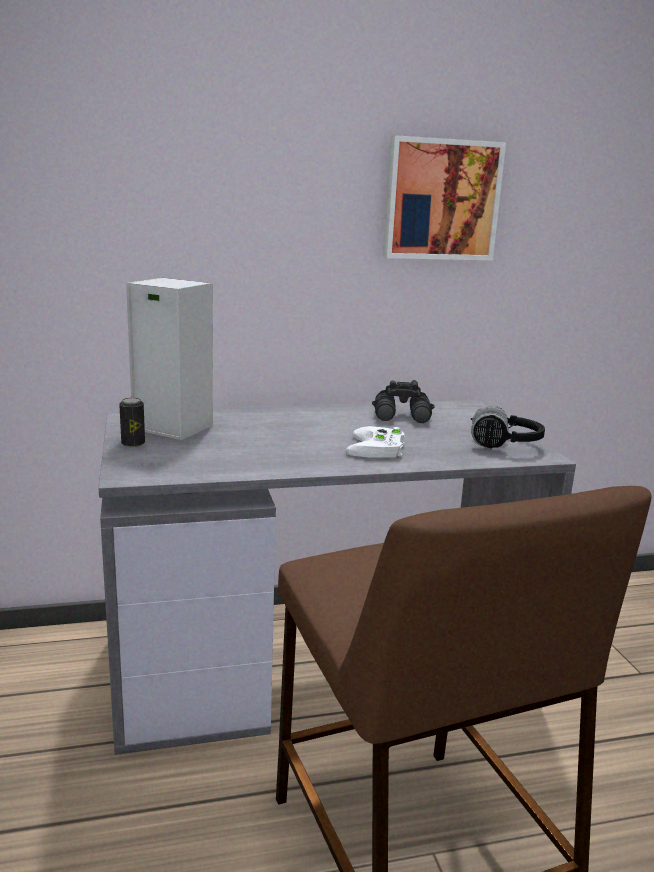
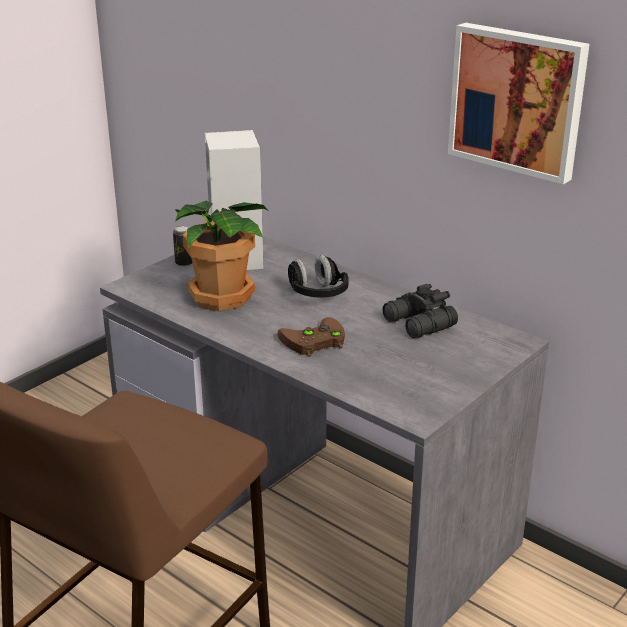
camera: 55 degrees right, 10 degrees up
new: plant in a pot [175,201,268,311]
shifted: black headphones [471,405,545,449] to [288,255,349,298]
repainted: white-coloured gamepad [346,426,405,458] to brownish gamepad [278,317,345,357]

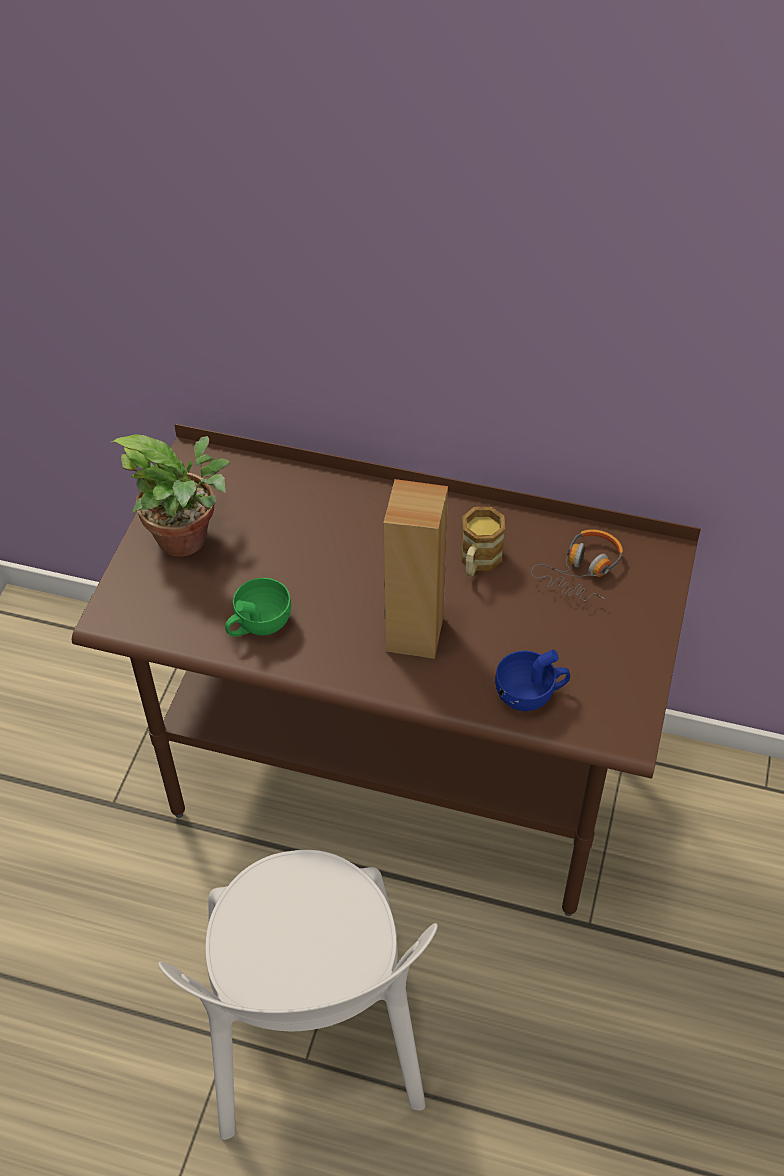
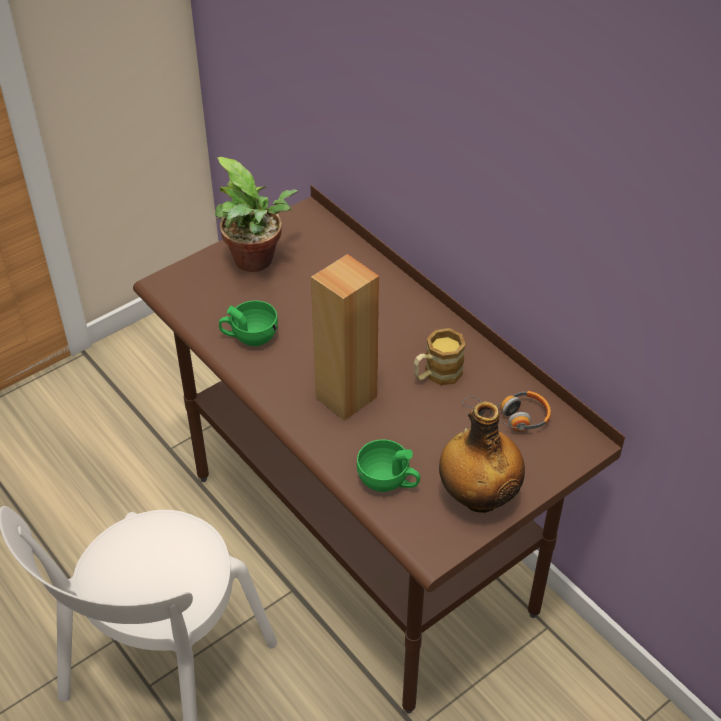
camera: 35 degrees right, 5 degrees down
new: bottle [439,401,525,513]
repainted: blue-coloured small cup [495,649,570,711] to green-coloured small cup [357,439,420,492]

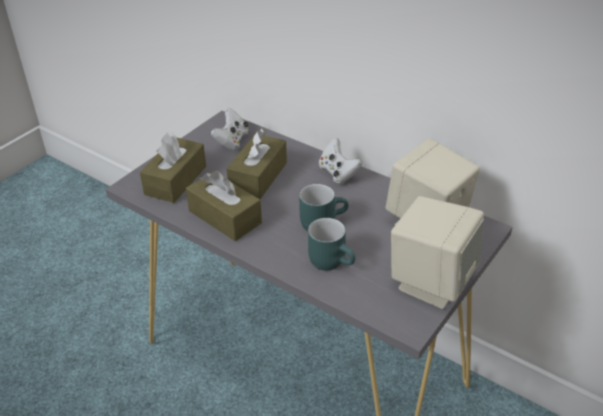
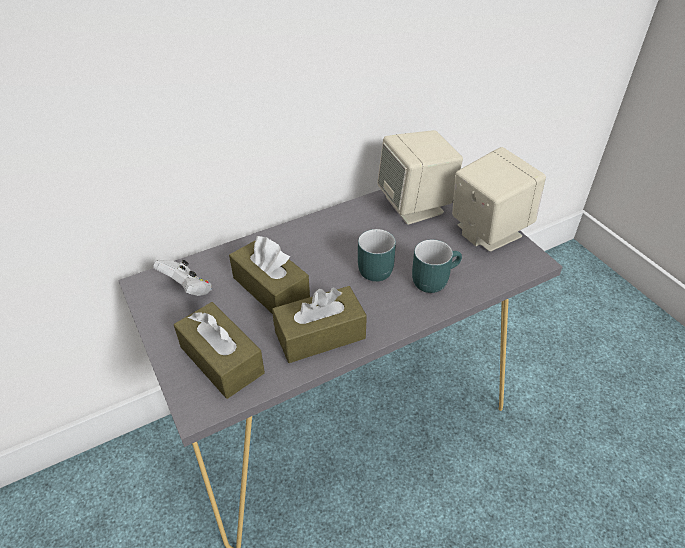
camera: 65 degrees left, 5 degrees up
gone: white-coloured gamepad [319,138,363,184]

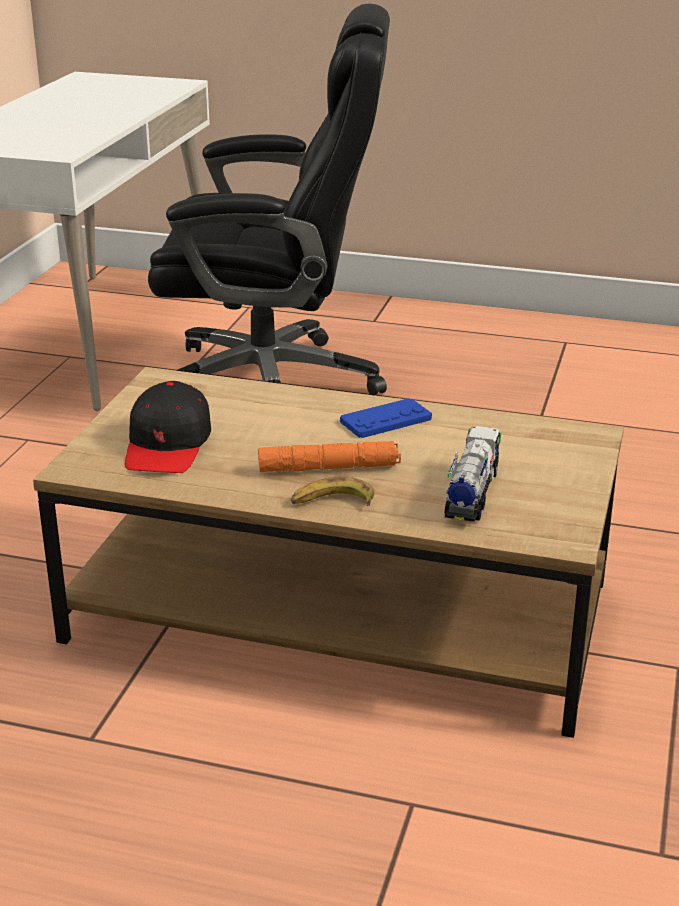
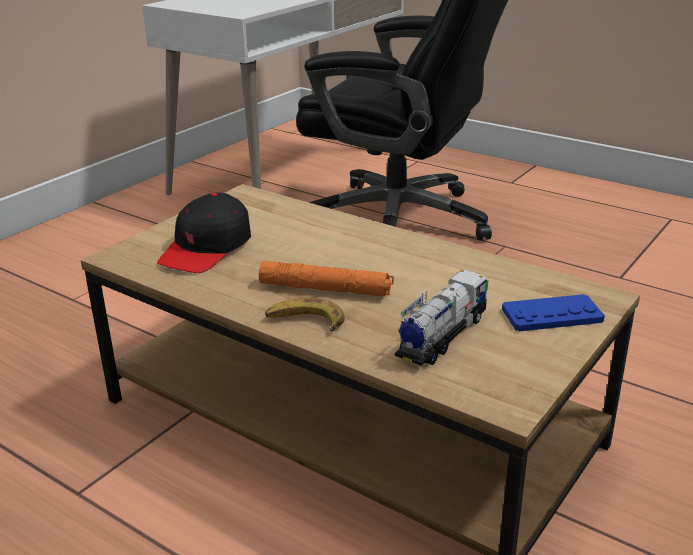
camera: 20 degrees right, 0 degrees up
shifted: blue-coloured gamepad [340,398,432,438] to [502,294,605,331]

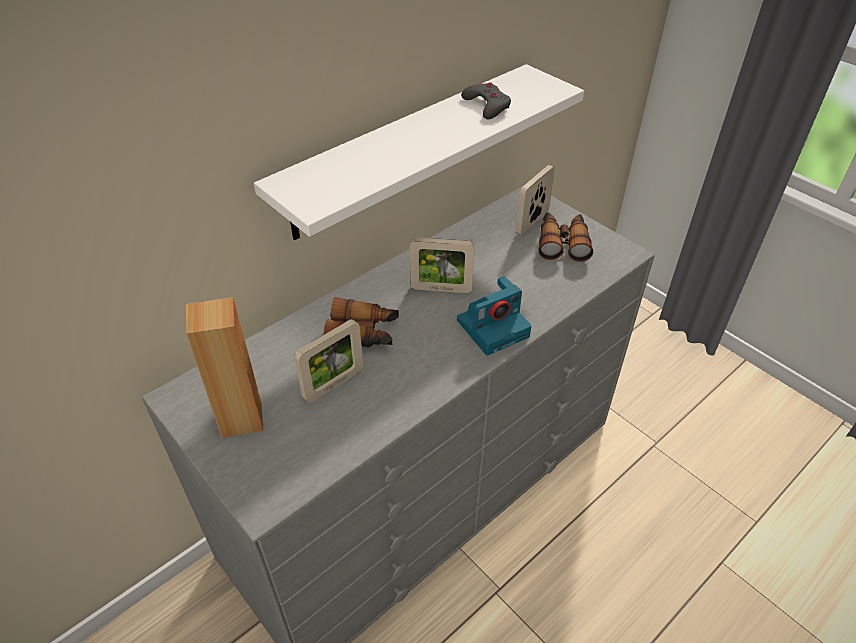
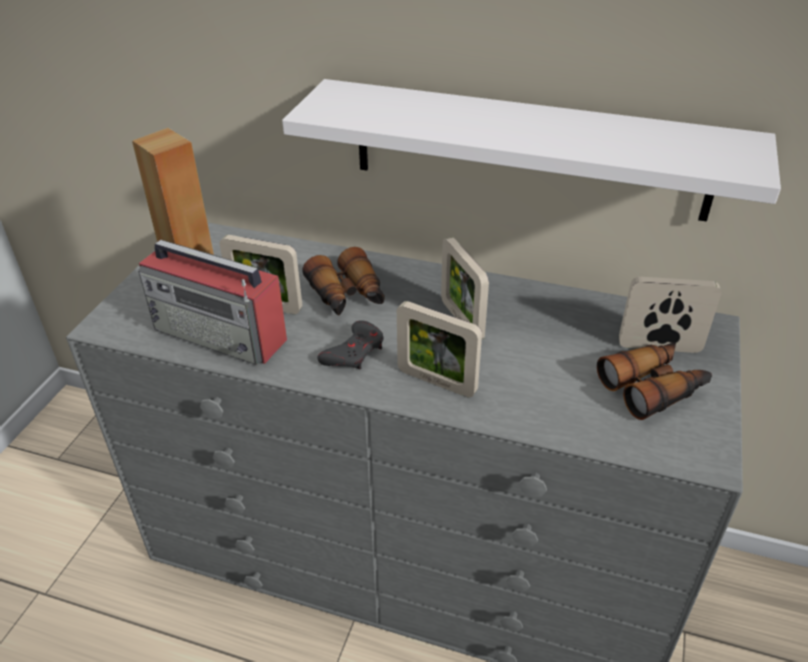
camera: 60 degrees right, 5 degrees down
new: radio receiver [138,240,287,365]
shifted: greyish gamepad [461,82,511,119] to [317,320,384,369]
swapped: still camera [457,276,532,356] to photo frame [397,301,482,397]

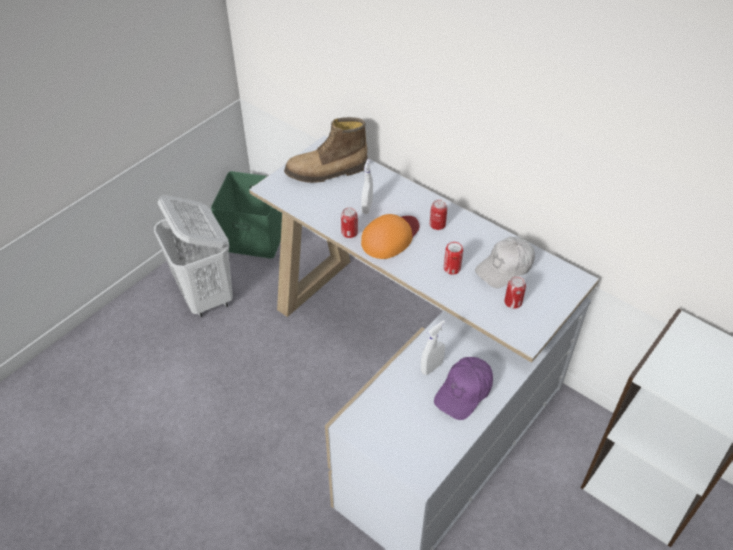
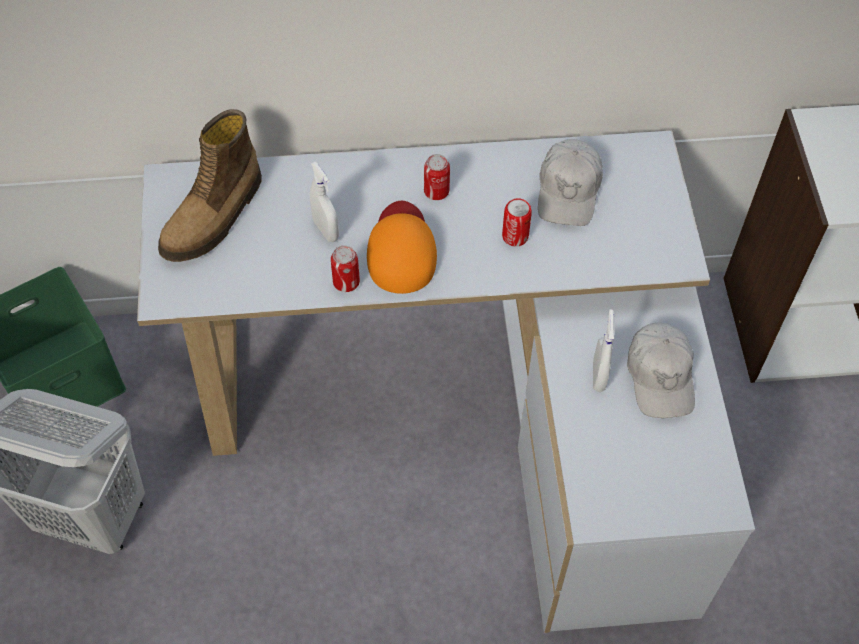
camera: 45 degrees left, 10 degrees up
gone: sealed can [504,276,526,309]
repainted: purple-coloured cap [434,357,493,420] to white-coloured cap [627,323,695,418]

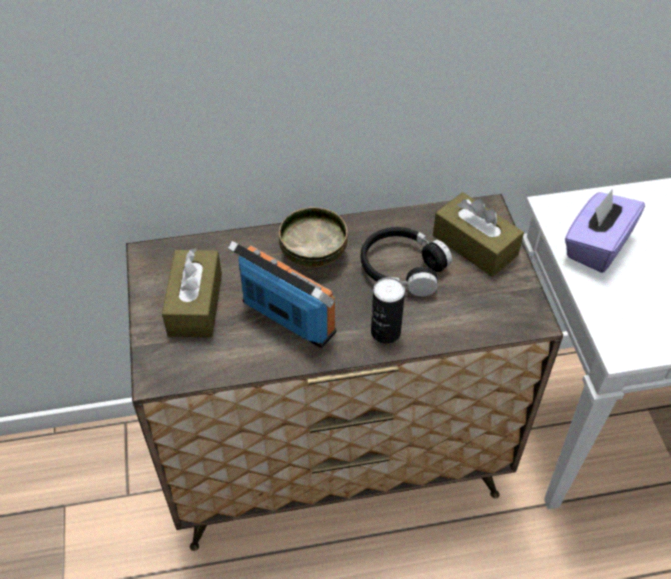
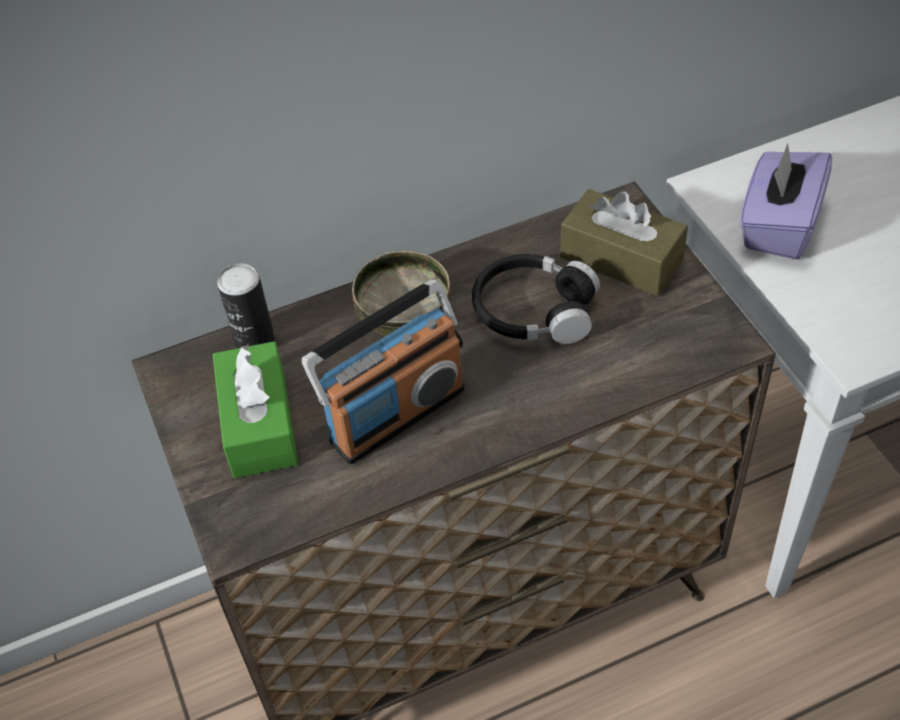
camera: 10 degrees left, 0 degrees up
shifted: sealed can [371,277,405,344] to [217,263,275,348]
repainted: brownish box of tissues [162,248,222,338] to green-coloured box of tissues [212,341,298,478]
rotated: radio receiver [228,241,336,348] = [302,279,465,464] 120 degrees clockwise

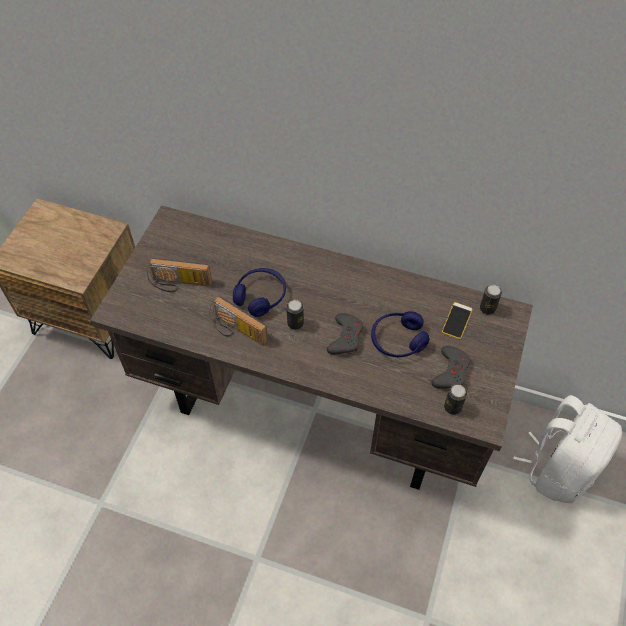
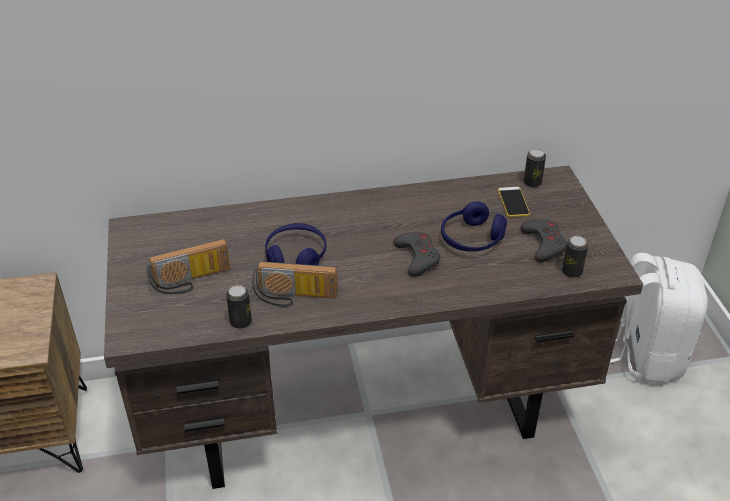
camera: 30 degrees left, 15 degrees down
shifted: sealed can [286,300,304,330] to [226,285,252,329]

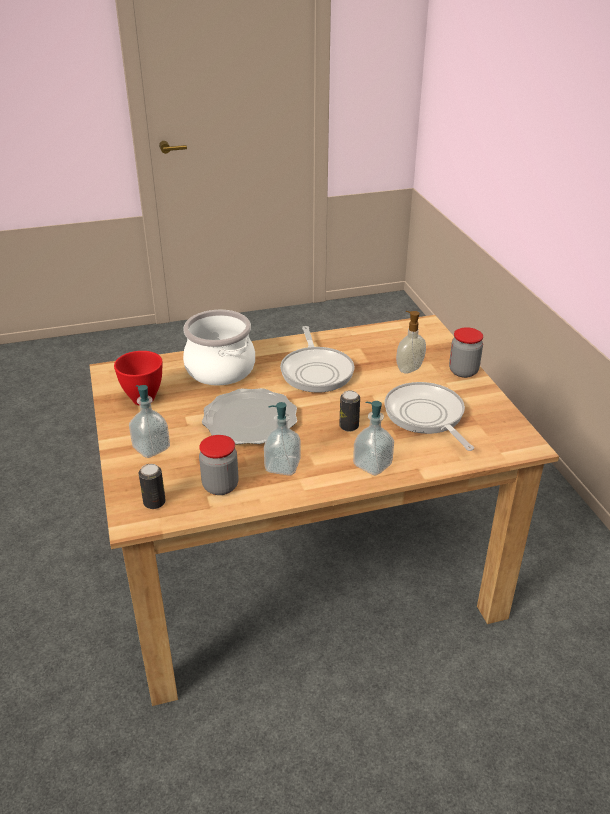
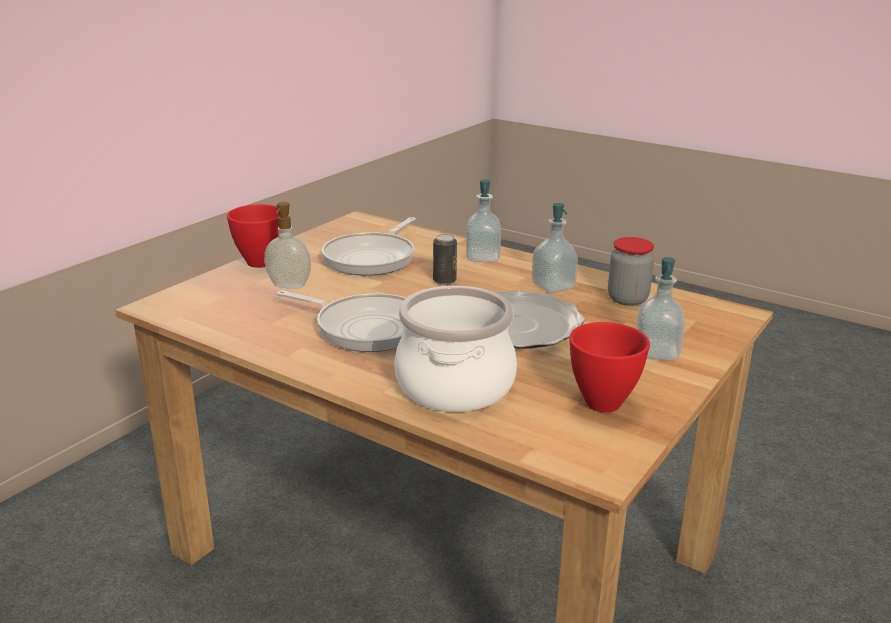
camera: 130 degrees left, 10 degrees down
gone: sealed can [139,464,166,509]
swapped: storage jar [449,327,483,378] to red serving bowl [227,204,280,268]
rotated: frying pan [280,326,355,393] = [276,290,406,352] 75 degrees clockwise

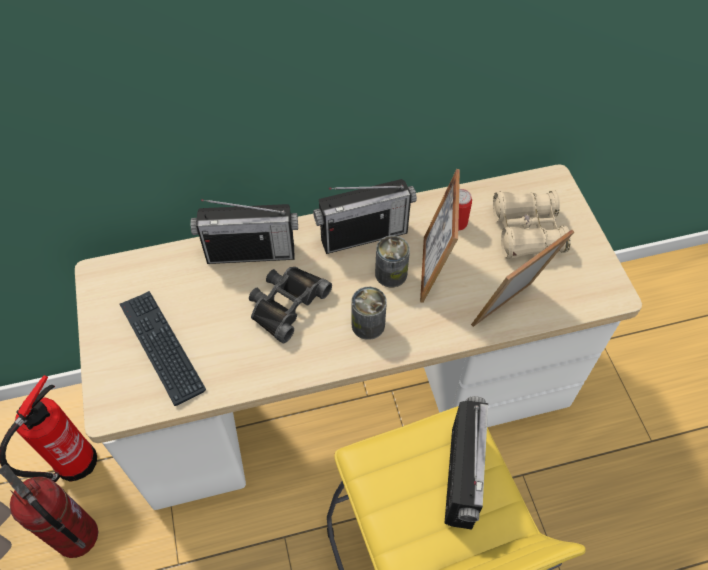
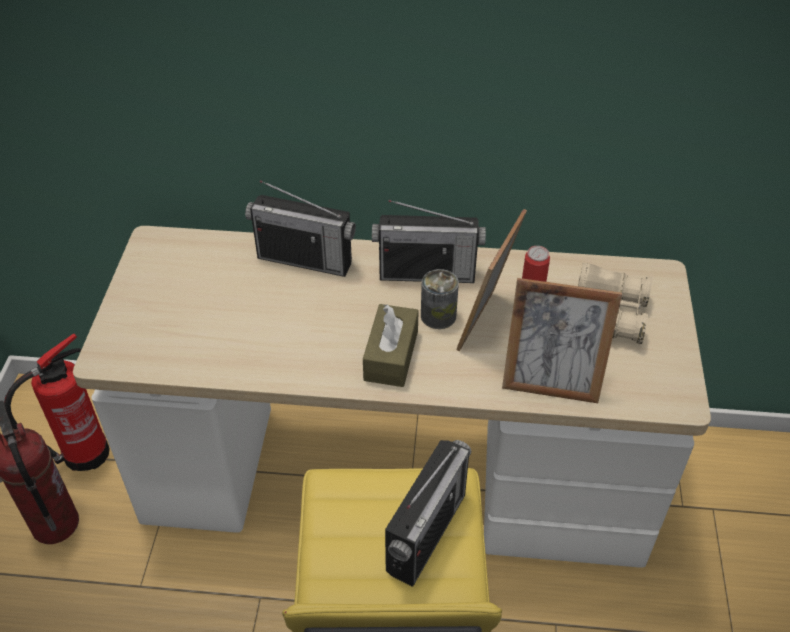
camera: 20 degrees right, 10 degrees down
gone: black pair of binoculars [249,267,332,343]; computer keyboard [119,291,206,406]
swapped: sealed can [351,287,387,340] to brownish box of tissues [363,304,419,387]
rotated: photo frame [471,230,574,327] = [502,278,622,403] 150 degrees counterclockwise

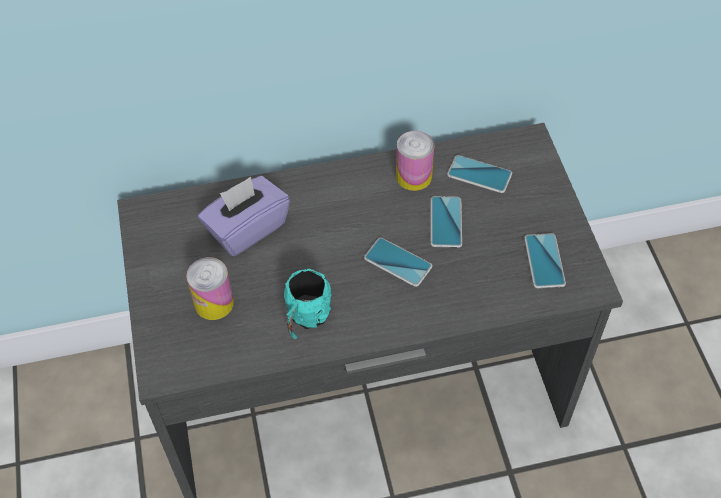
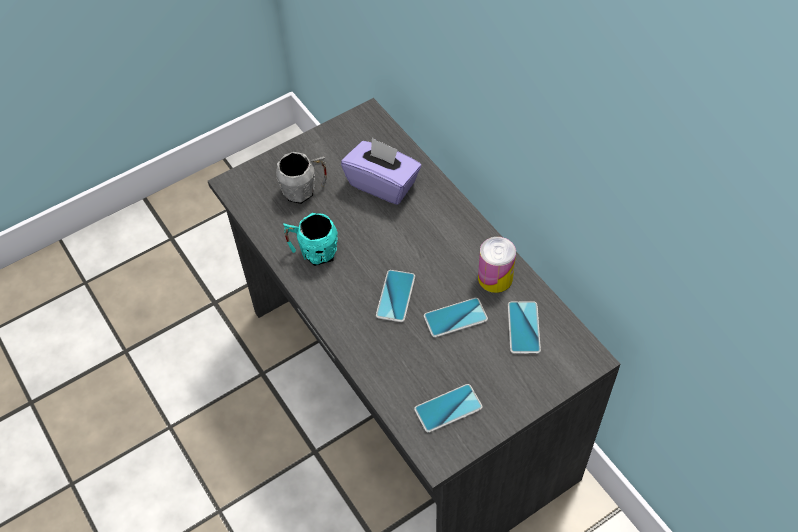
camera: 70 degrees right, 0 degrees up
swapped: sealed can [186,257,234,320] to greyish tea mug [276,152,327,204]

